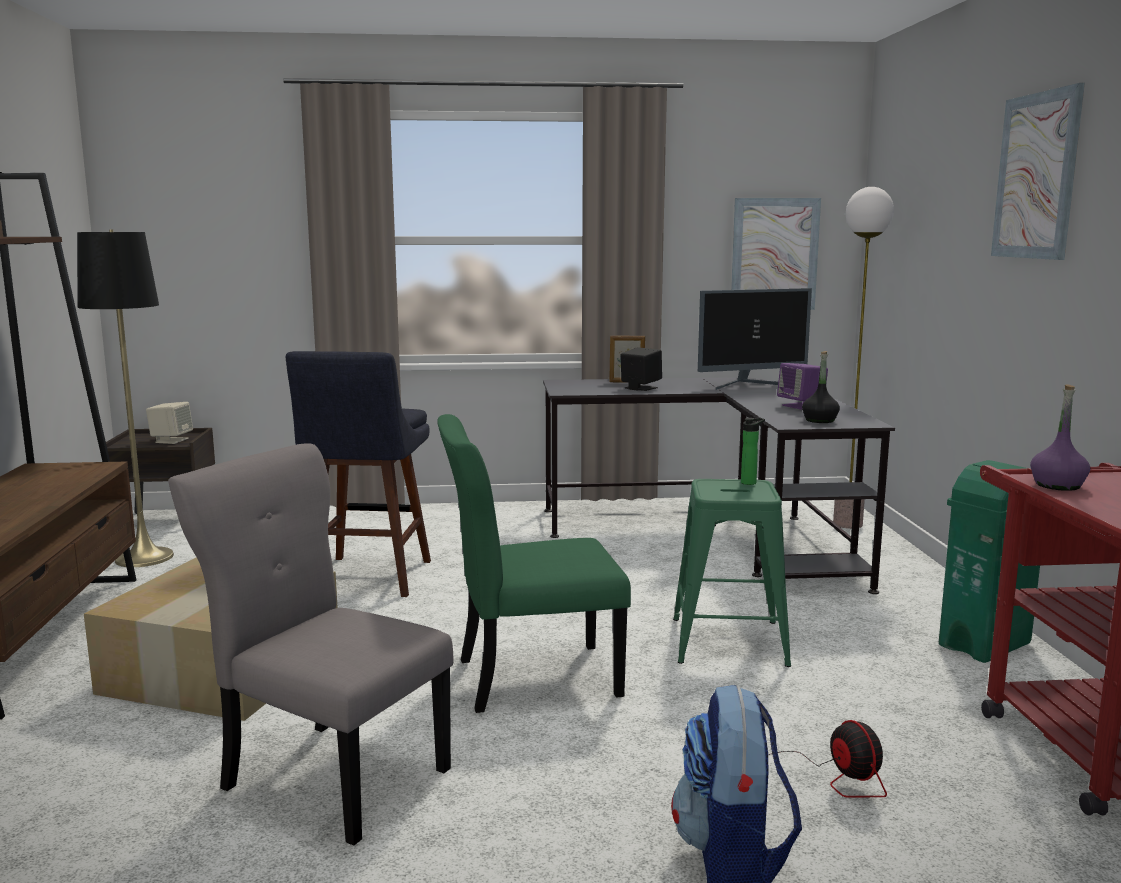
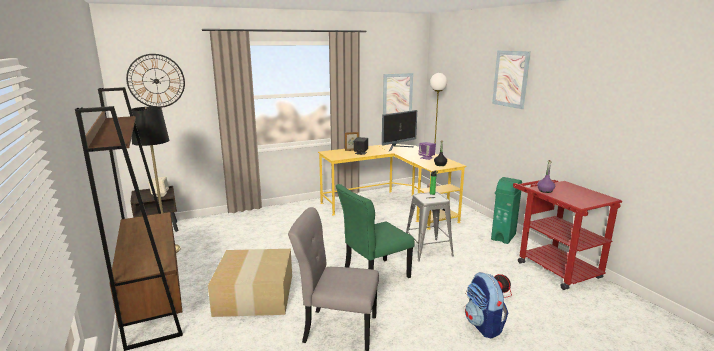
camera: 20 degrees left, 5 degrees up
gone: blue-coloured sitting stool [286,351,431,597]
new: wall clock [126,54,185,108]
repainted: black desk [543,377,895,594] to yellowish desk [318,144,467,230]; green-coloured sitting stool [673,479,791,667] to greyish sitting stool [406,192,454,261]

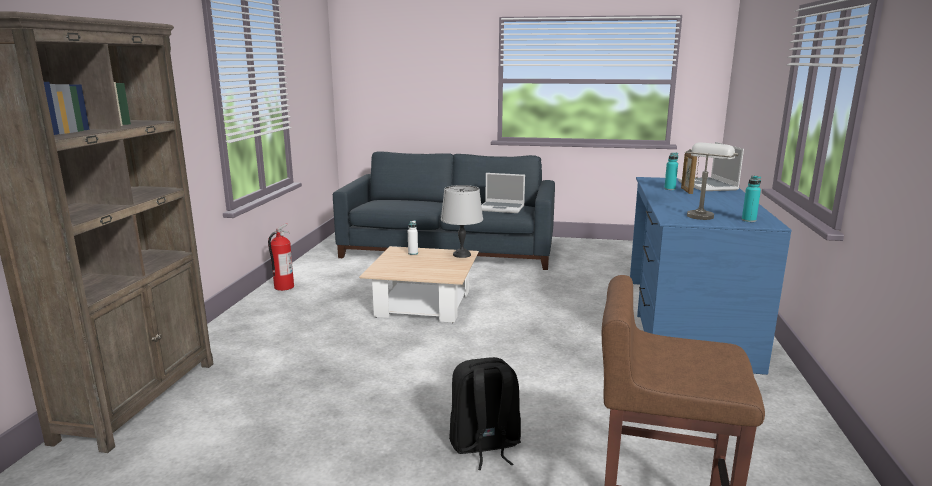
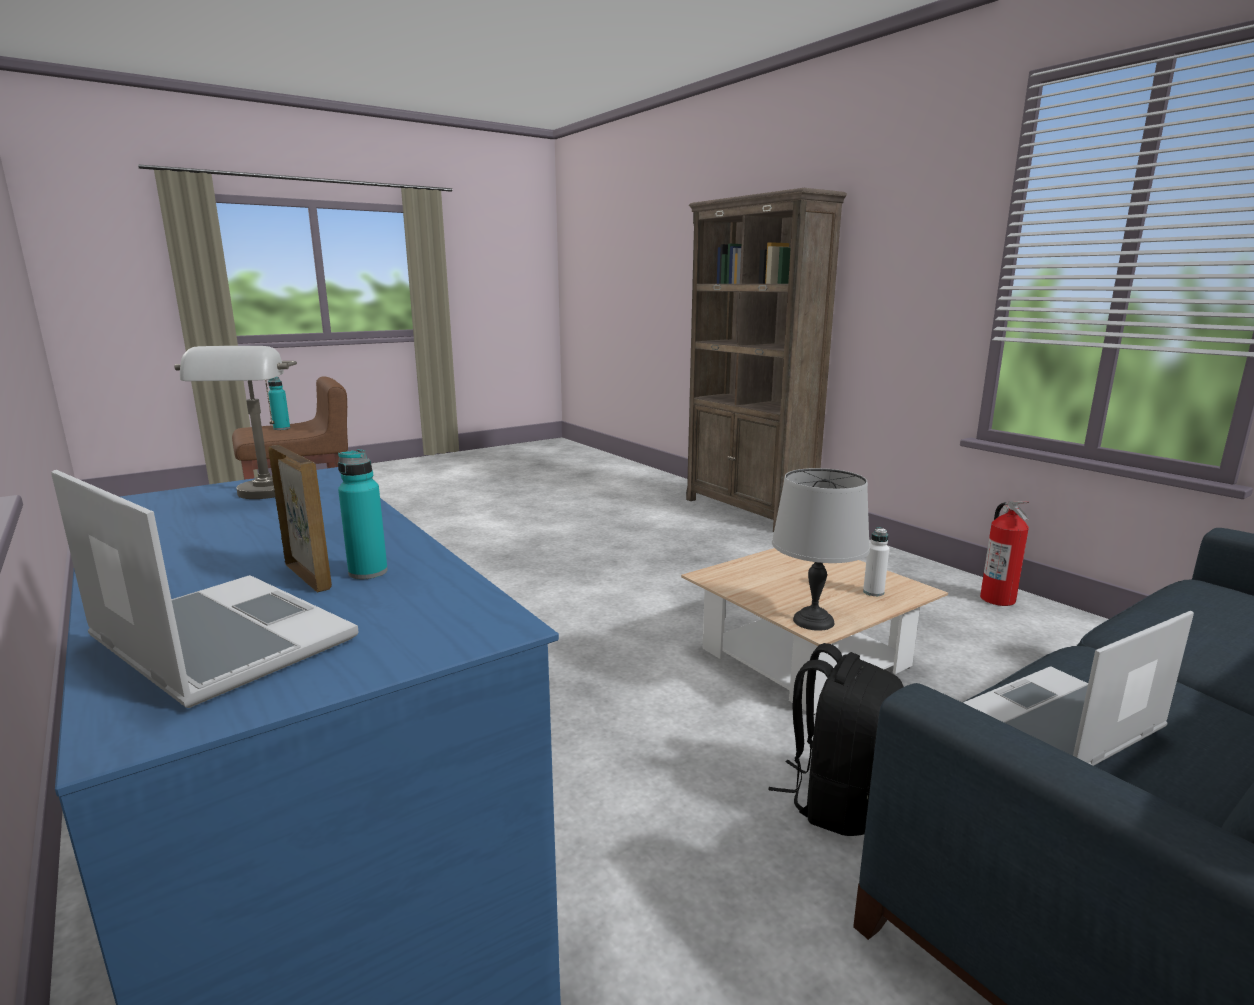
camera: 135 degrees right, 0 degrees up
shifted: blue-green bottle [742,176,761,222] to [268,377,290,430]; black backpack [449,357,521,470] to [769,643,904,836]

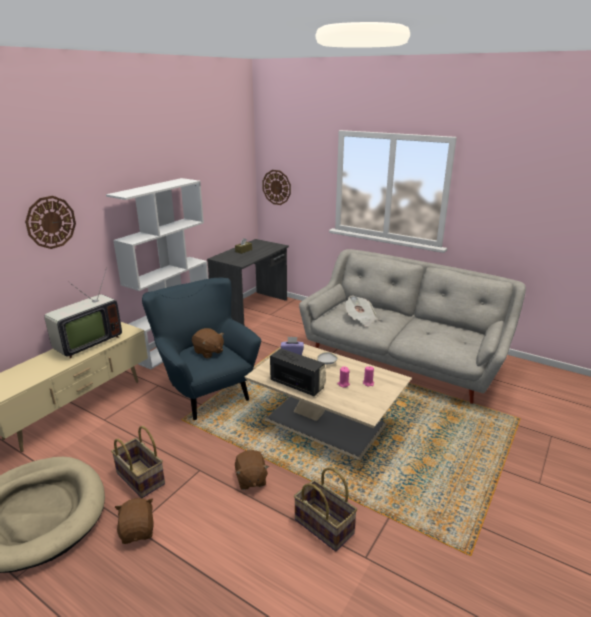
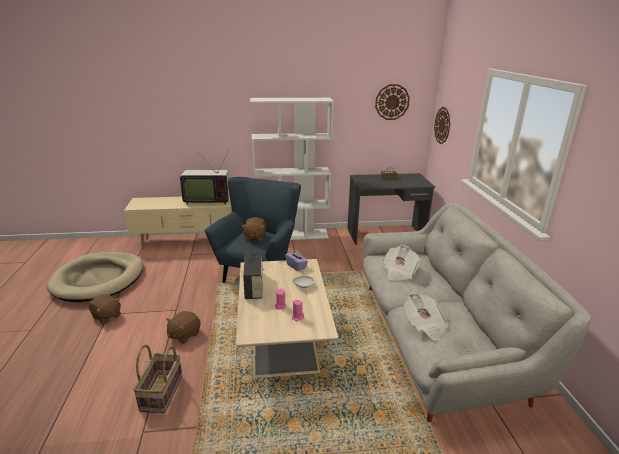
camera: 50 degrees right, 0 degrees up
gone: household basket [111,426,165,498]
new: daily paper [404,292,448,341]
shifted: wall clock [25,196,76,249] to [375,84,410,120]
rotated: brownish plush toy [115,498,154,544] = [89,294,121,324] 90 degrees clockwise

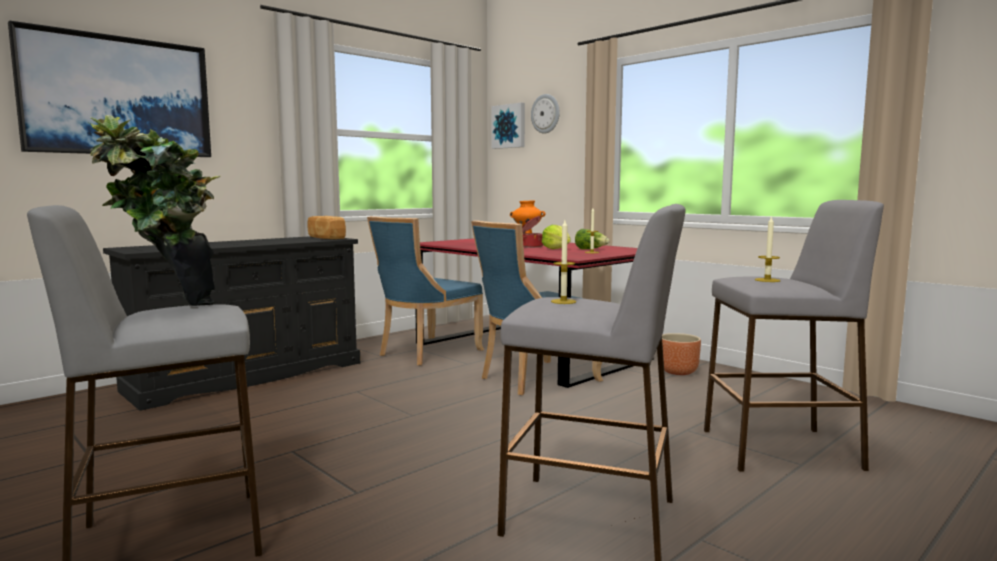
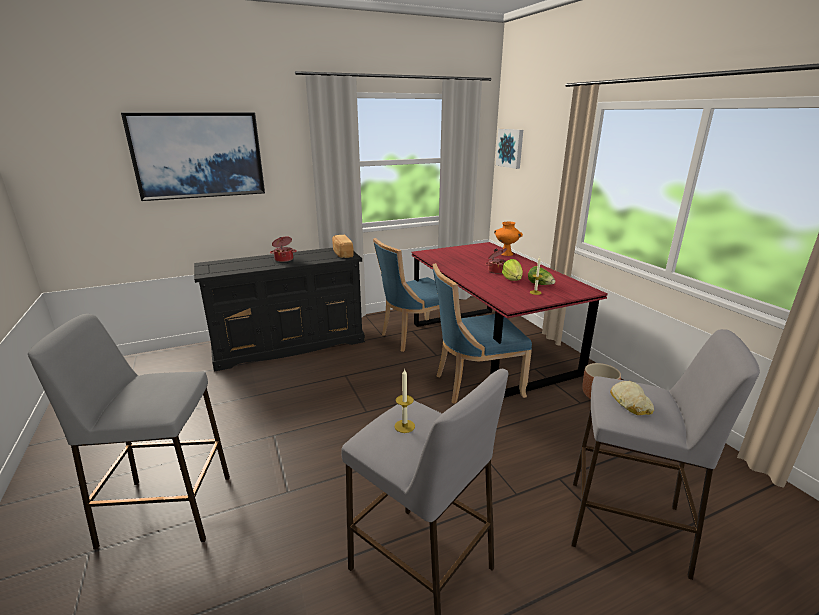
camera: 20 degrees right, 15 degrees up
gone: wall clock [531,94,560,134]; plant in a pot [89,115,221,306]
new: cooking pot [270,237,297,262]
swapped: wax candle [755,215,781,282] to baked bread [610,381,654,415]

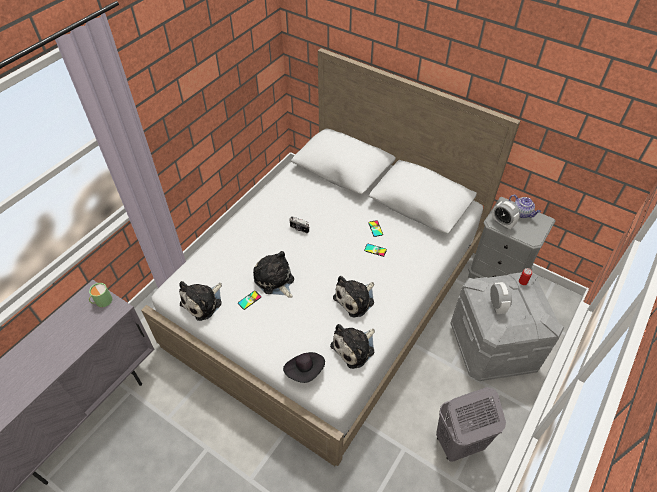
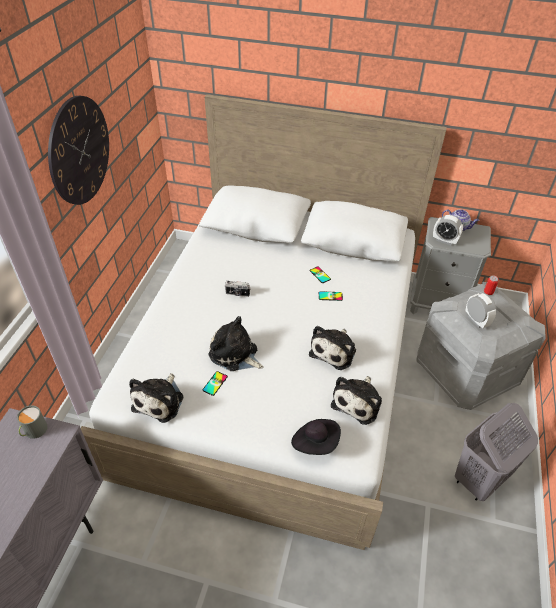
camera: 20 degrees left, 5 degrees down
new: wall clock [48,96,109,205]
repainted: green-coloured tea mug [89,283,112,307] to greyish tea mug [17,405,48,439]

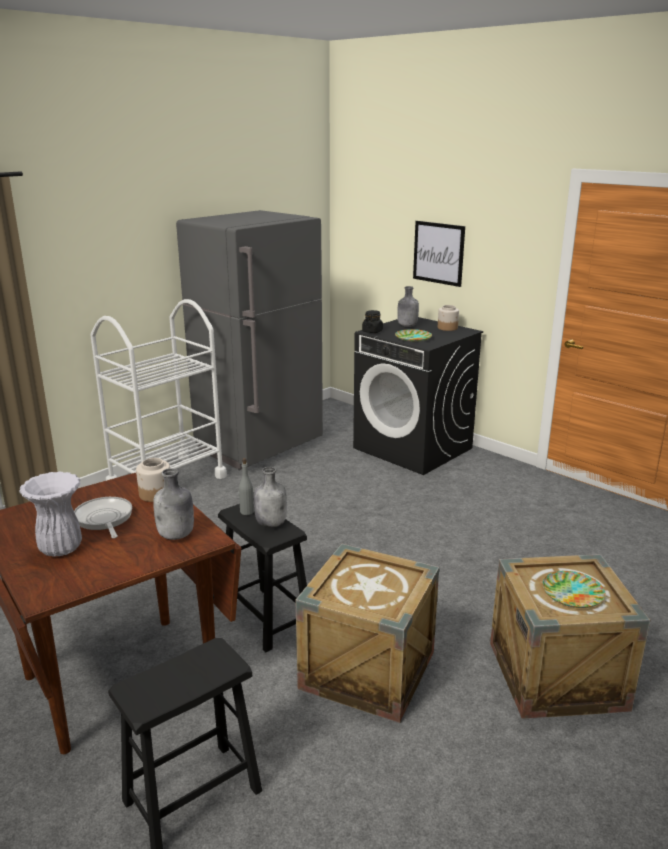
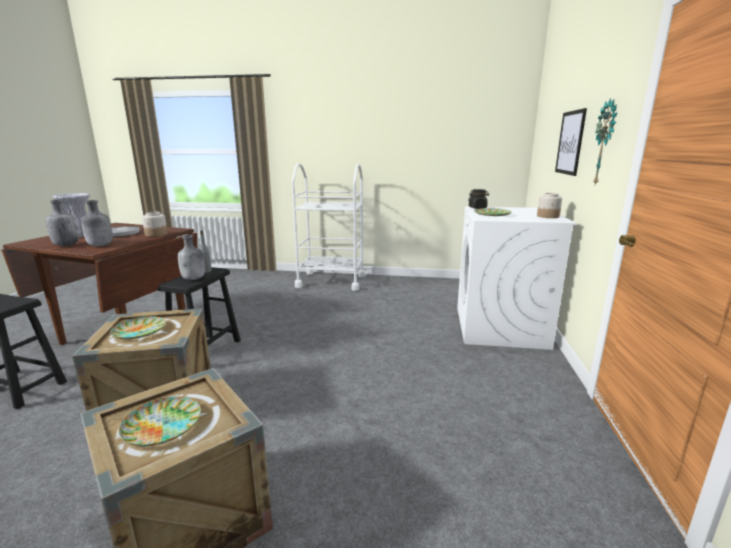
camera: 55 degrees right, 5 degrees down
gone: greyish refrigerator [176,210,323,470]
new: wall clock [593,98,617,185]; flat dish [110,316,166,339]
shifted: greyish bottle [397,286,419,327] to [46,200,79,246]
repainted: black laundry appliance [353,317,483,475] to white-coloured laundry appliance [457,206,577,350]

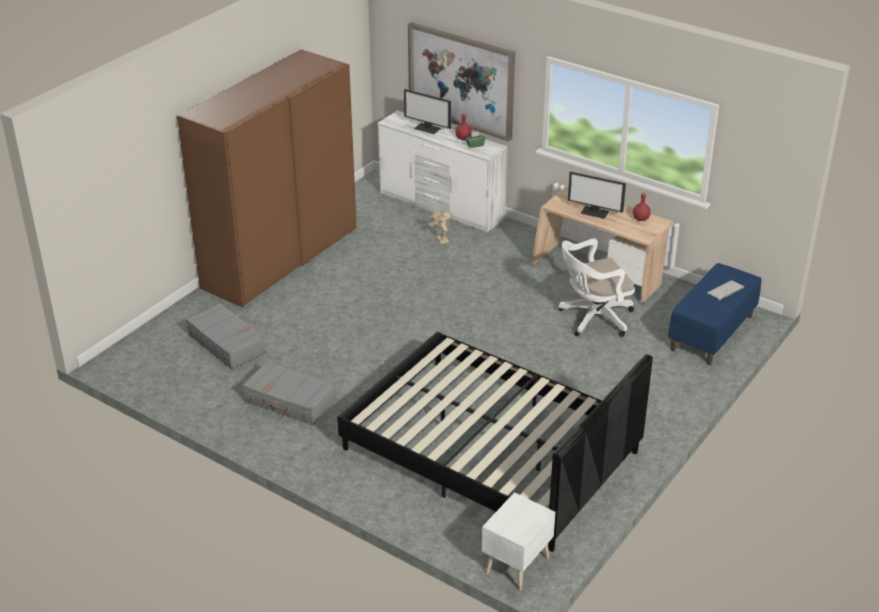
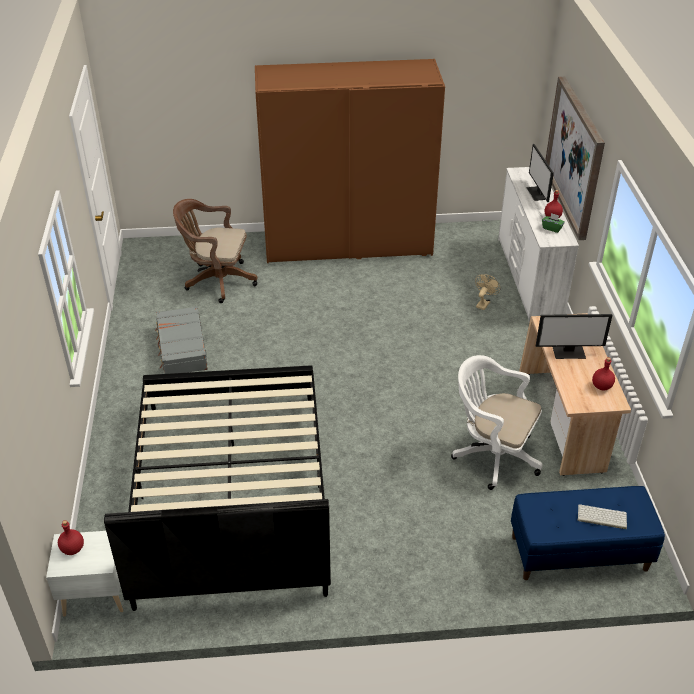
camera: 50 degrees right, 5 degrees up
new: red bottle [58,520,84,555]
swapped: greyish suitcase [186,303,266,370] to brownish desk chair [173,199,257,303]
rotated: monitor [568,171,626,219] = [536,314,612,359] 75 degrees counterclockwise

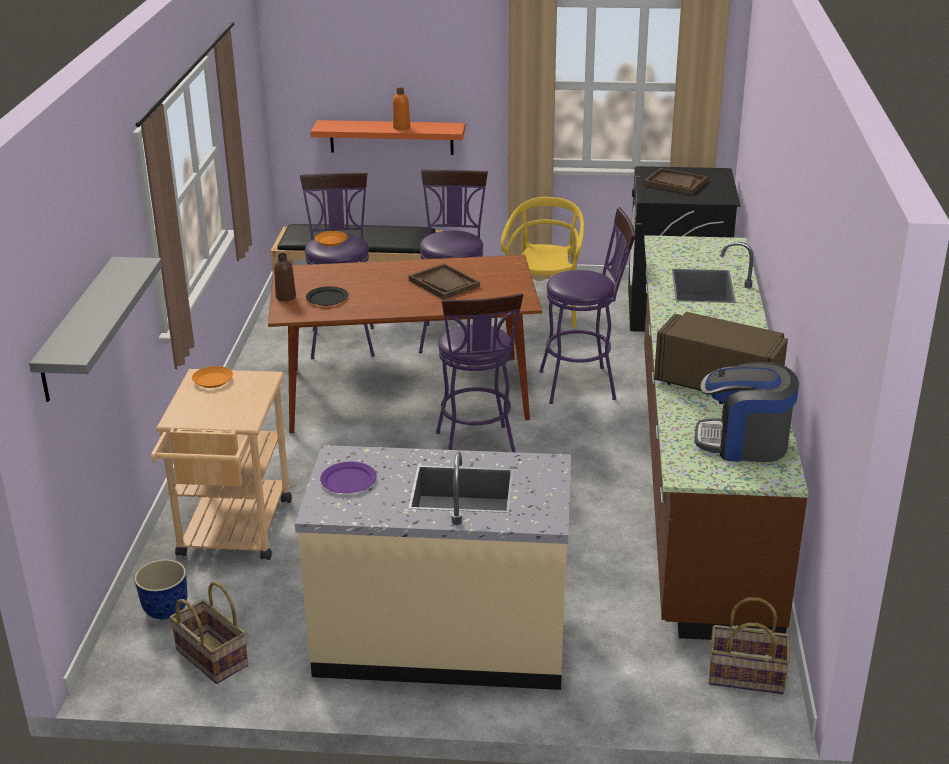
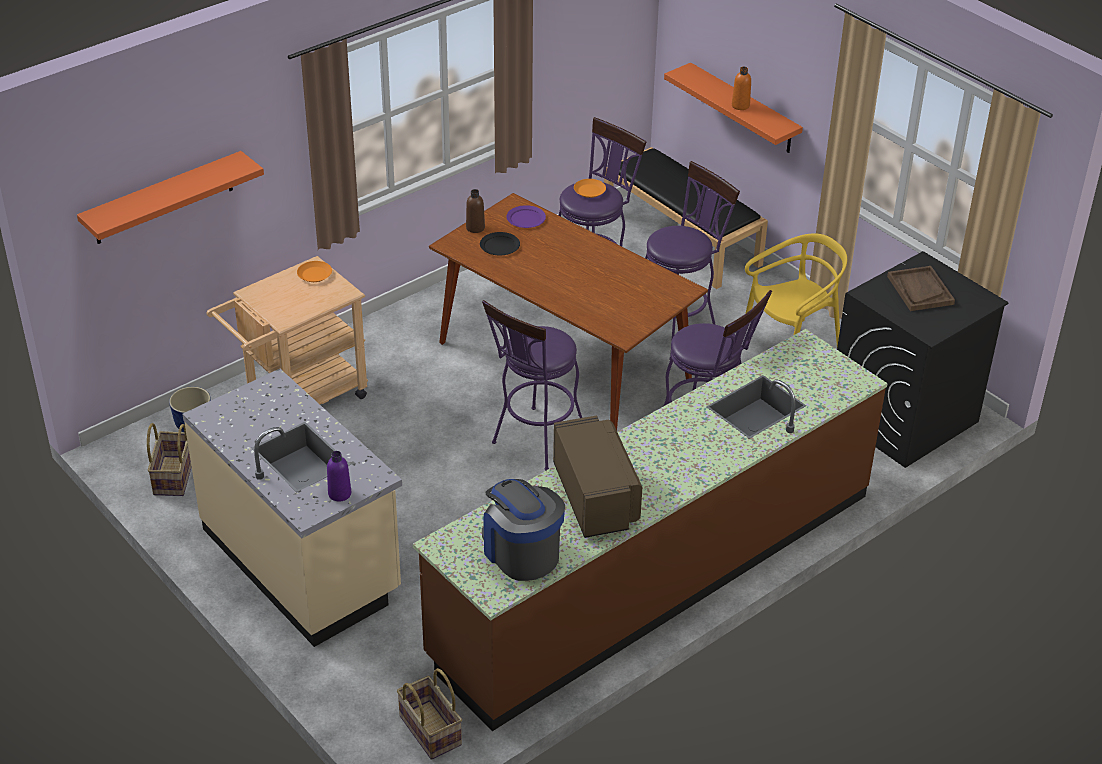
camera: 45 degrees right, 10 degrees up
gone: brownish serving tray [409,263,480,300]
new: purple-coloured bottle [327,451,351,501]
shifted: purple-coloured flat dish [320,462,377,493] to [506,205,546,228]
repainted: greyish wall shelf [29,257,162,402] to orangey wall shelf [77,151,264,244]

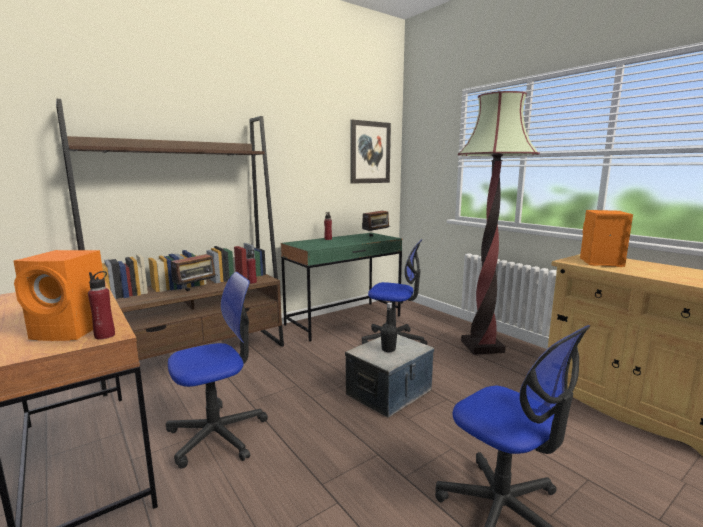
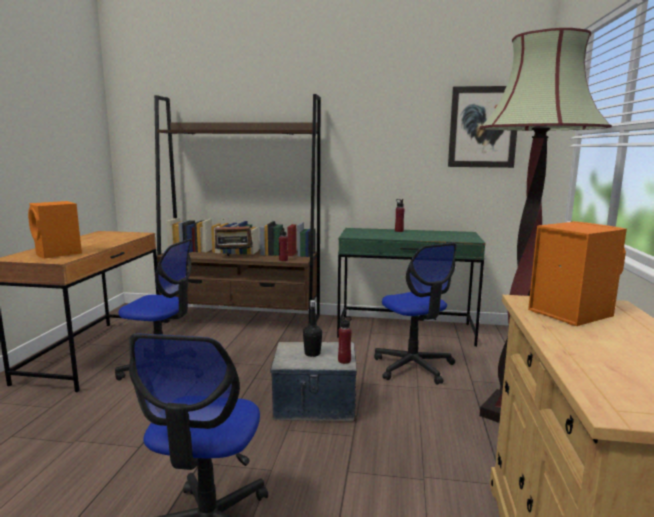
camera: 45 degrees right, 0 degrees up
gone: radio receiver [362,205,389,237]
shifted: red bottle [88,271,115,339] to [338,315,352,364]

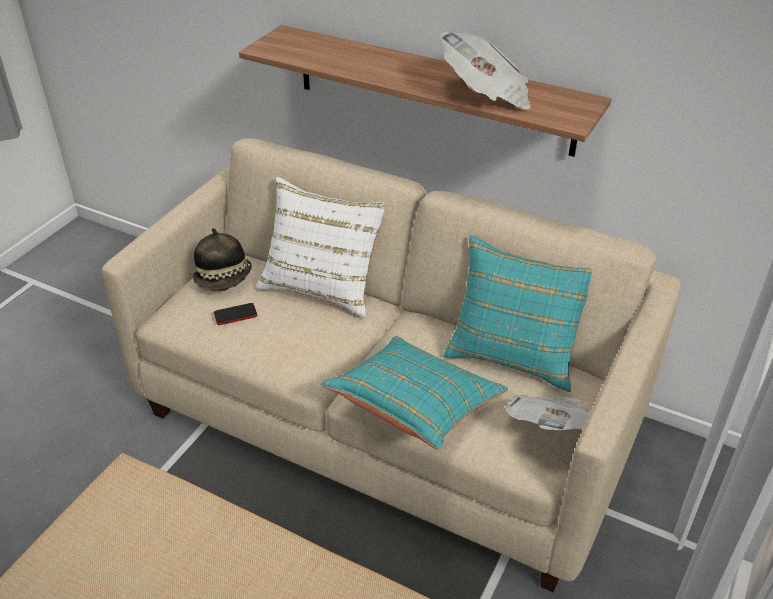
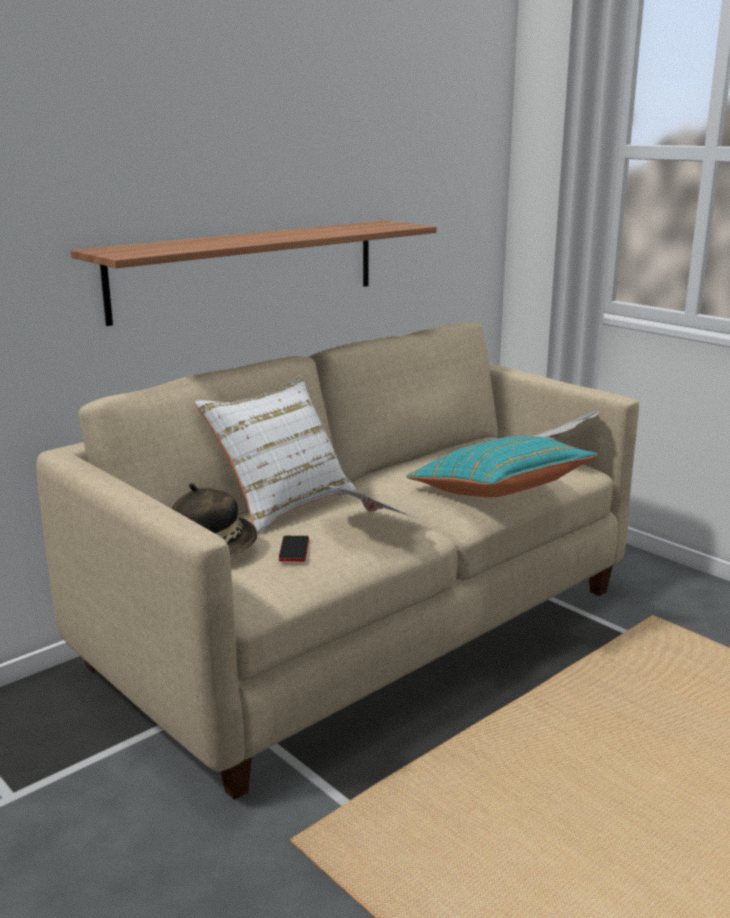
camera: 70 degrees left, 20 degrees down
gone: blue-green throw pillow [444,235,592,392]
shifted: daily paper [440,31,530,110] to [319,484,423,519]

